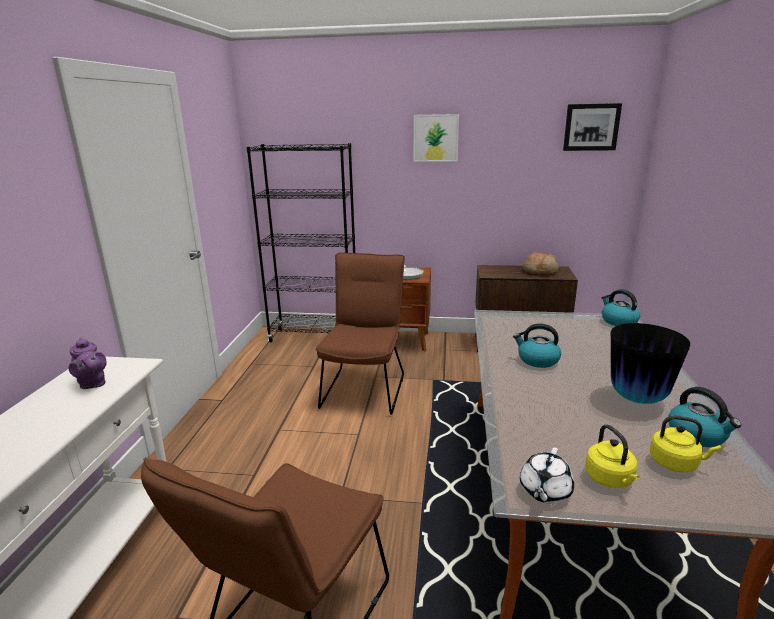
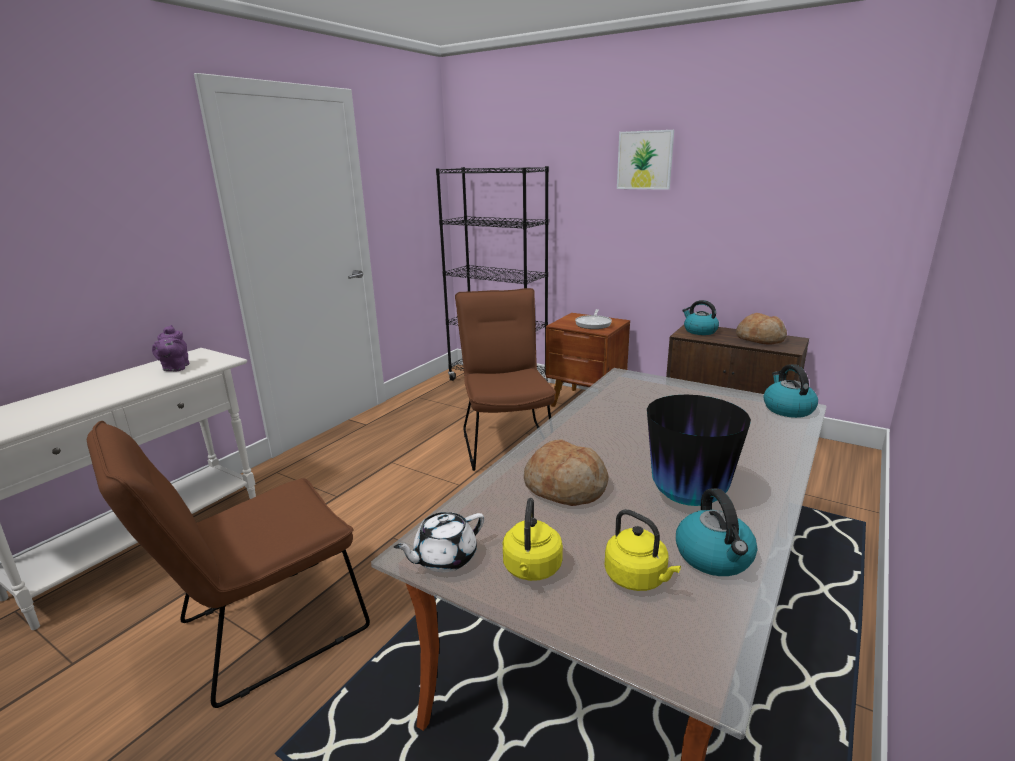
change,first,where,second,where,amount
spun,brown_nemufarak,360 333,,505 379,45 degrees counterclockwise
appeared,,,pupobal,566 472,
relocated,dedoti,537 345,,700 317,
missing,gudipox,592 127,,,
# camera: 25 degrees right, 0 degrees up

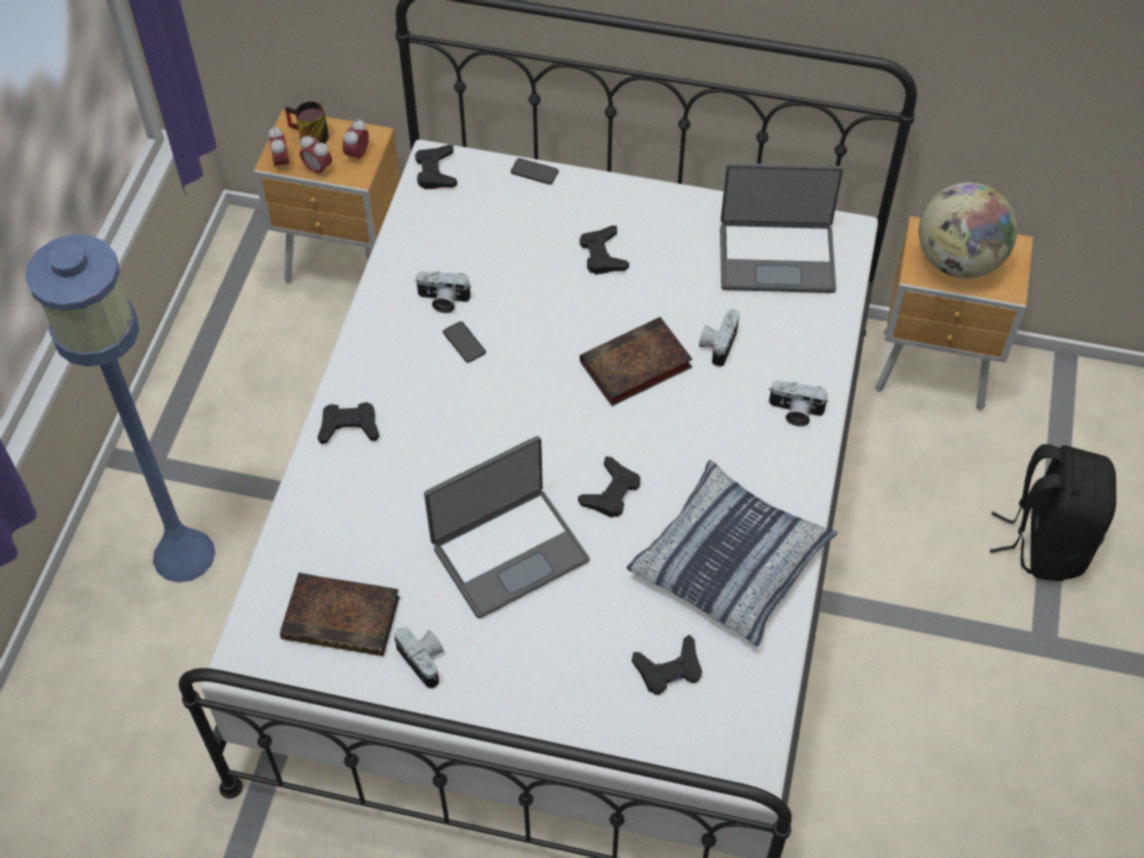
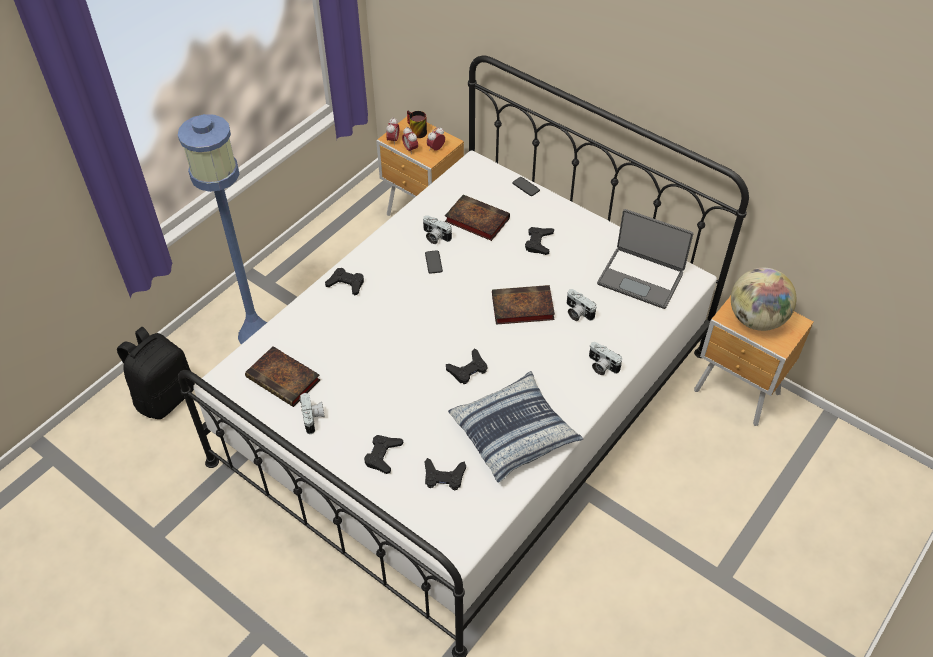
change,first,where,second,where,amount
relocated,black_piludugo,1053 512,,156 373,
relocated,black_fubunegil,436 167,,383 454,
appeared,,,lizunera,477 217,
spun,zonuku,719 338,,581 305,90 degrees counterclockwise
missing,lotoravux,507 527,,,
# camera: 25 degrees right, 5 degrees down

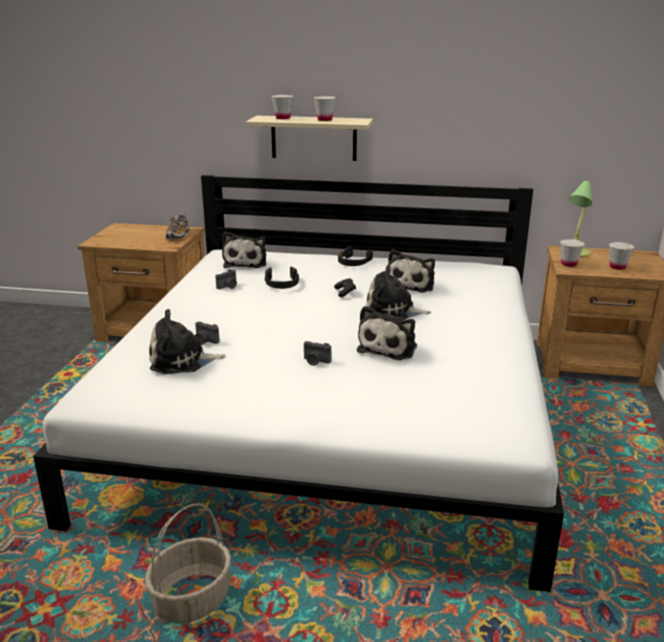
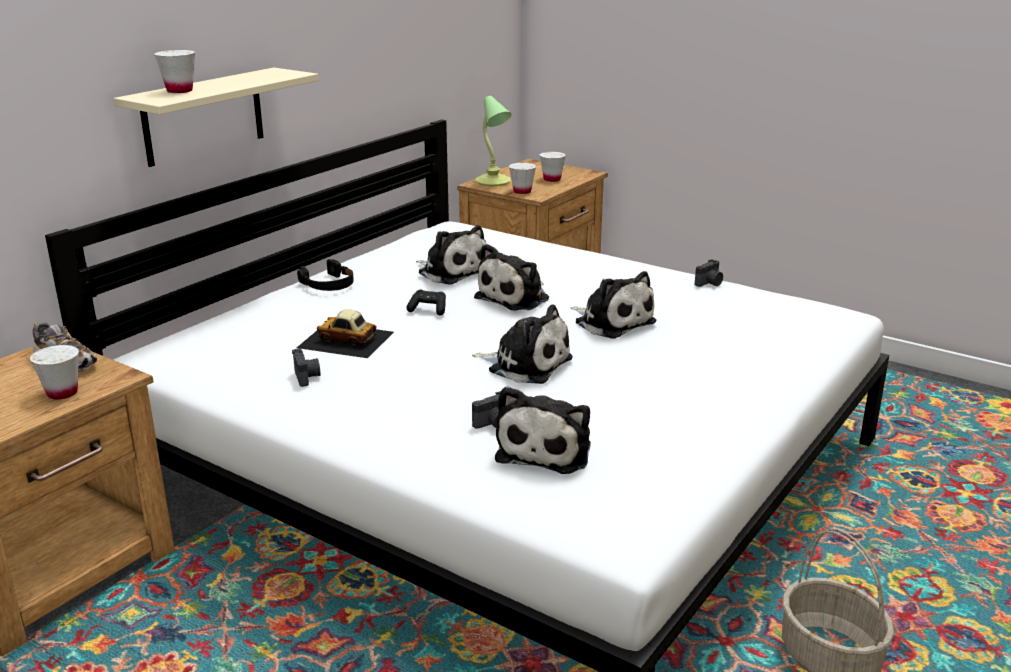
change,first,where,second,where,amount
relocated,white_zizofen,325 108,,54 372,
exchanged,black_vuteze,282 278,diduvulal,345 333,
relocated,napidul,244 250,,522 344,
relocated,zonuku,317 353,,709 273,
# camera: 65 degrees left, 0 degrees up

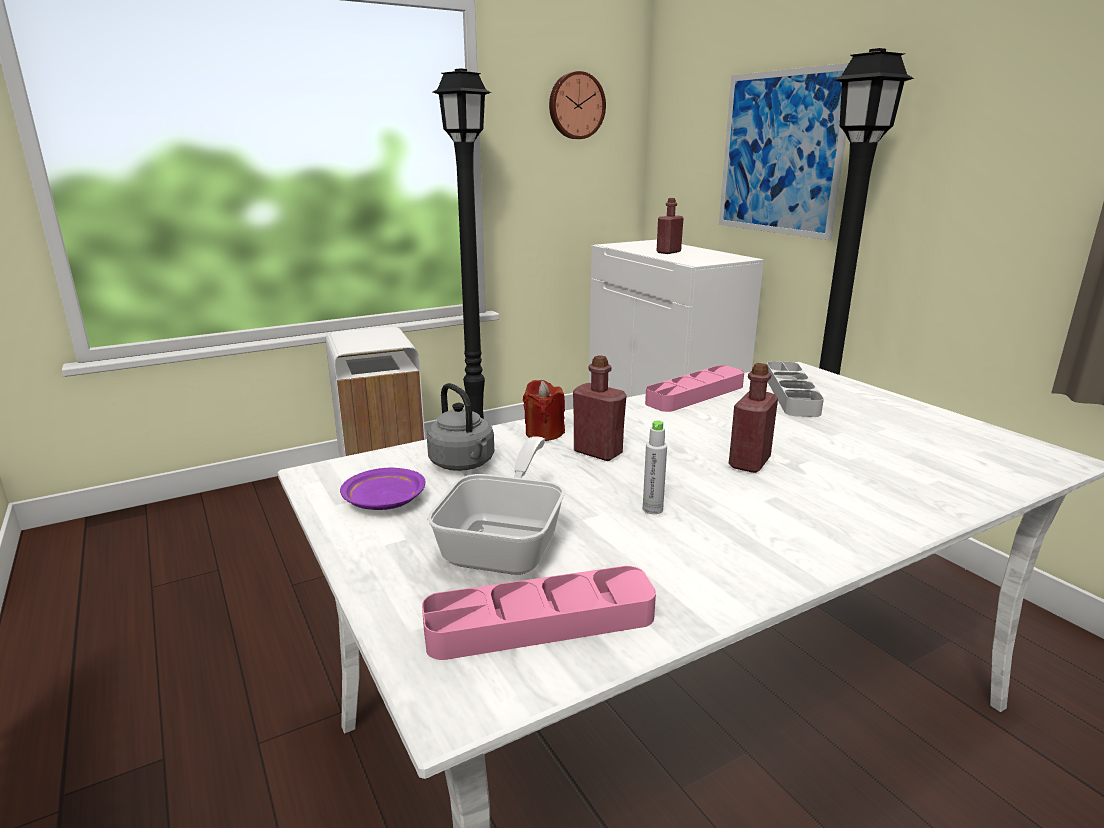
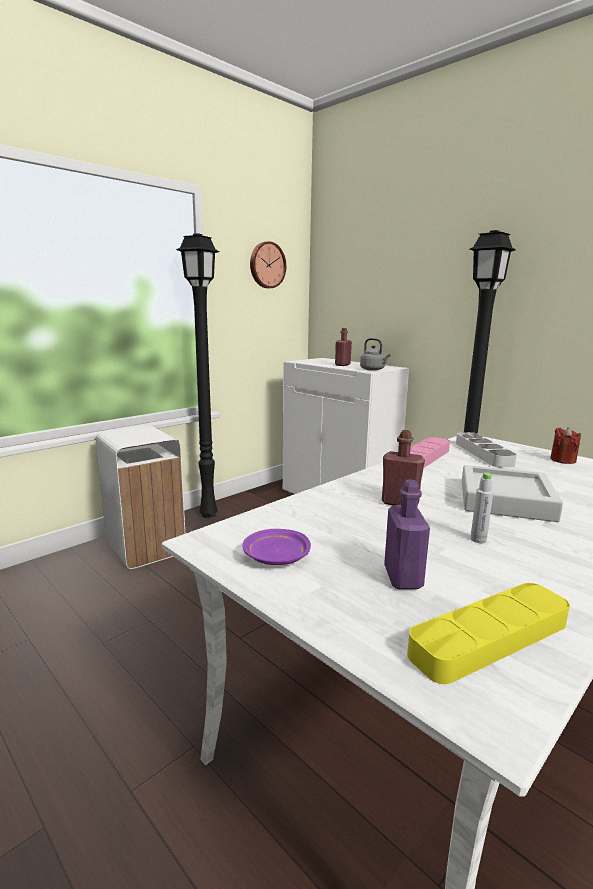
change,first,where,second,where,amount
relocated,grey_dedoti,460 427,,375 354,
exchanged,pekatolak,496 505,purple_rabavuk,407 534,
colour,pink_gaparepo,539 613,yellow_gaparepo,488 633,
exchanged,red_rabavuk,753 418,grey_gaparepo,512 493,
relocated,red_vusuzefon,544 410,,565 445,
missing,gudipox,784 151,,,
# camera: 15 degrees left, 5 degrees down

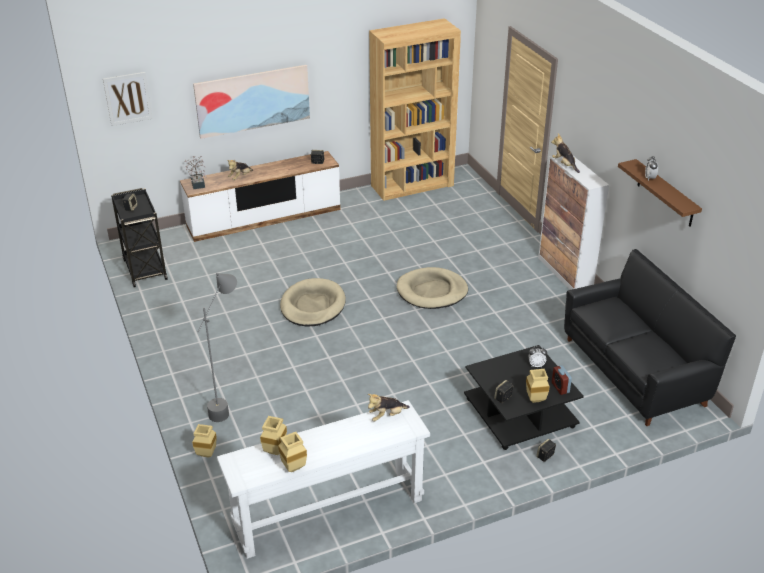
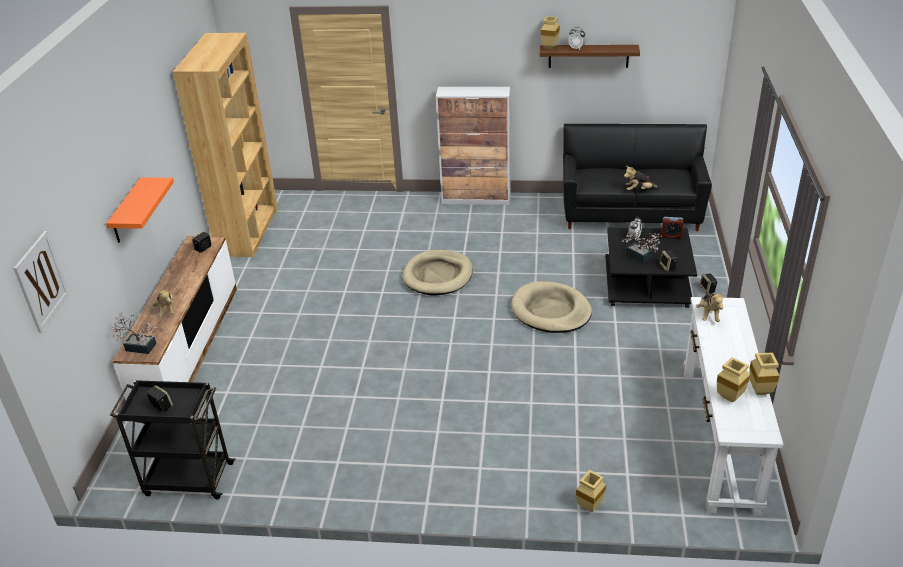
change,first,where,second,where,amount
exchanged,gudipox,251 102,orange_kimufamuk,140 210,
relocated,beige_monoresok,313 302,,551 307,
relocated,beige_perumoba,538 386,,550 33,
appeared,,,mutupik,642 246,
relocated,napidul,565 153,,642 178,
missing,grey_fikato,217 347,,,
# camera: 60 degrees left, 0 degrees up

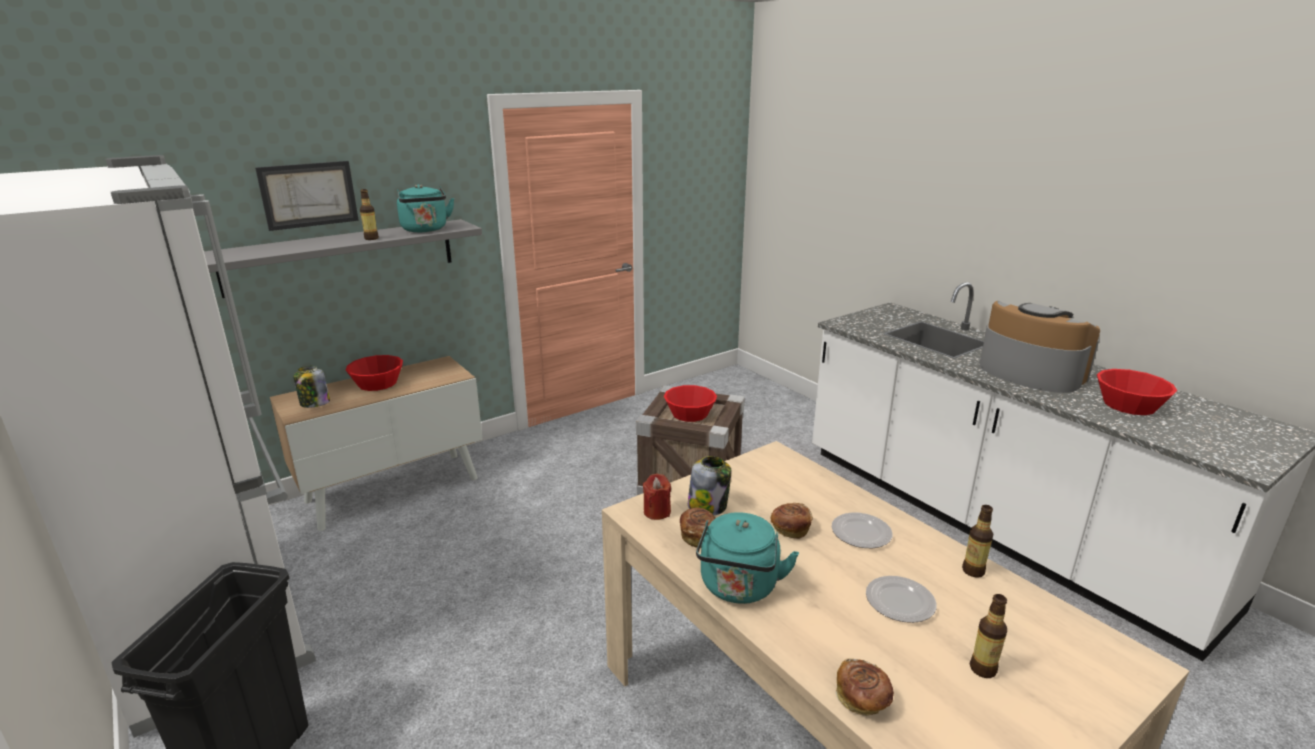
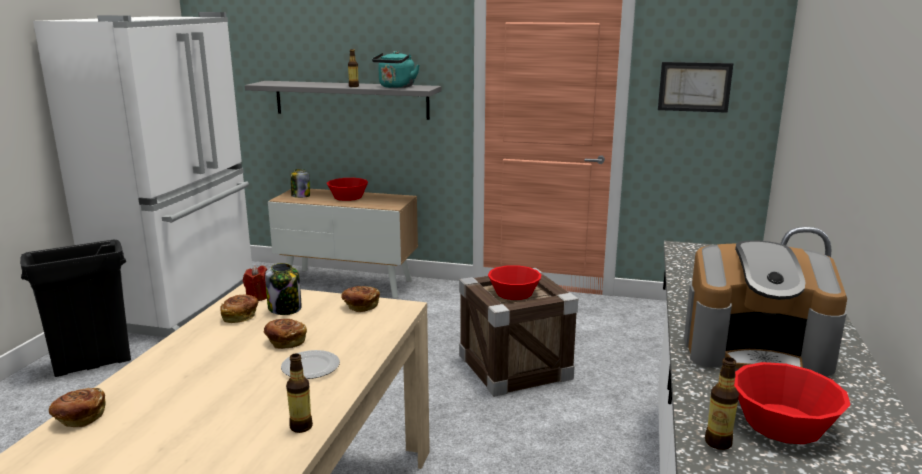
change,first,where,second,where,amount
appeared,,,pupobal,360 299,
relocated,gudipox,307 196,,695 87,
spun,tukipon,1039 347,,765 308,90 degrees clockwise
relocated,rabavuk,988 636,,722 403,
missing,turquoise_dedoti,747 558,,,
missing,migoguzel,901 599,,,
# camera: 50 degrees right, 5 degrees down

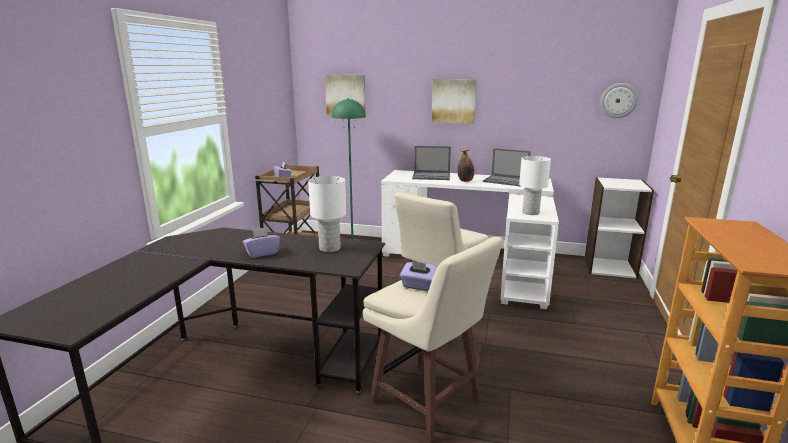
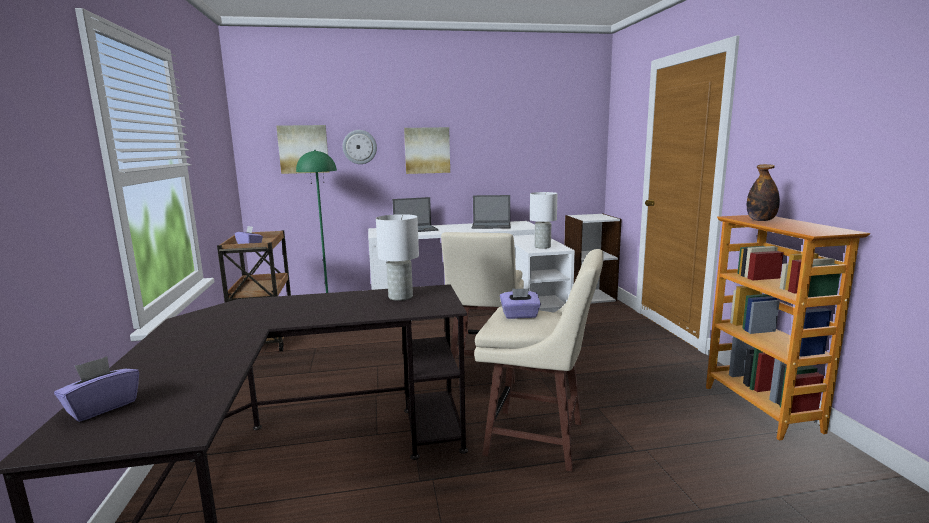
change,first,where,second,where,amount
relocated,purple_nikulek,261 242,,96 389,
relocated,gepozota,619 100,,360 147,
relocated,rabavuk,466 165,,763 192,
# camera: 25 degrees left, 5 degrees down

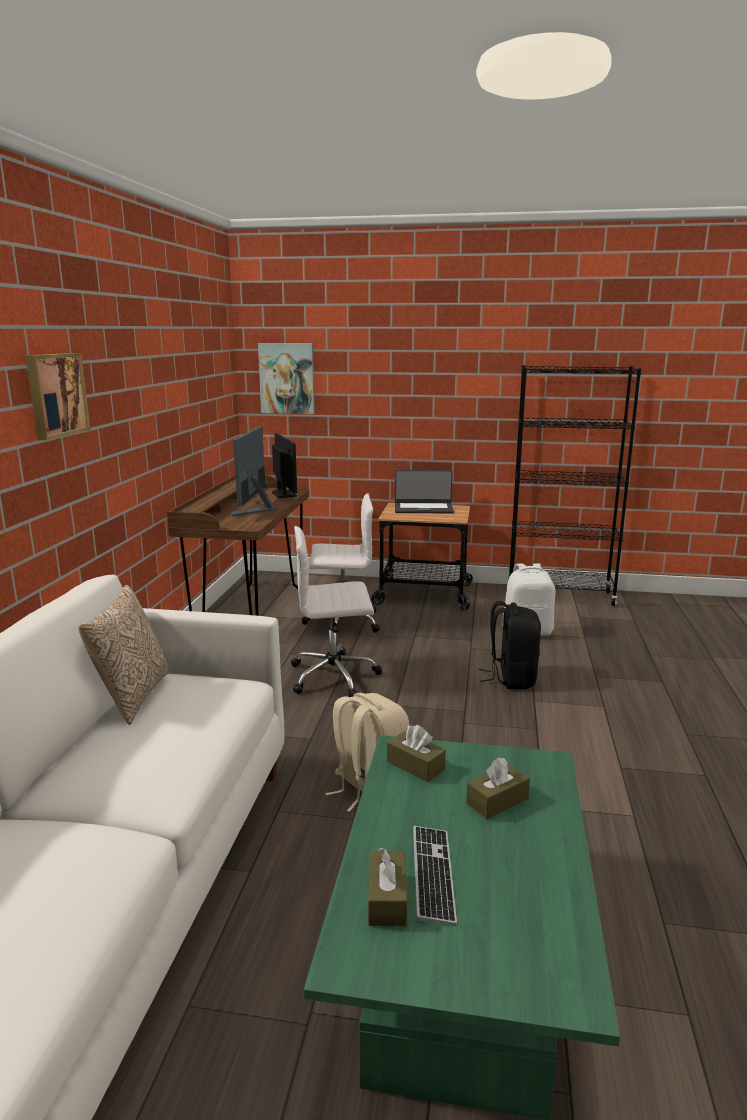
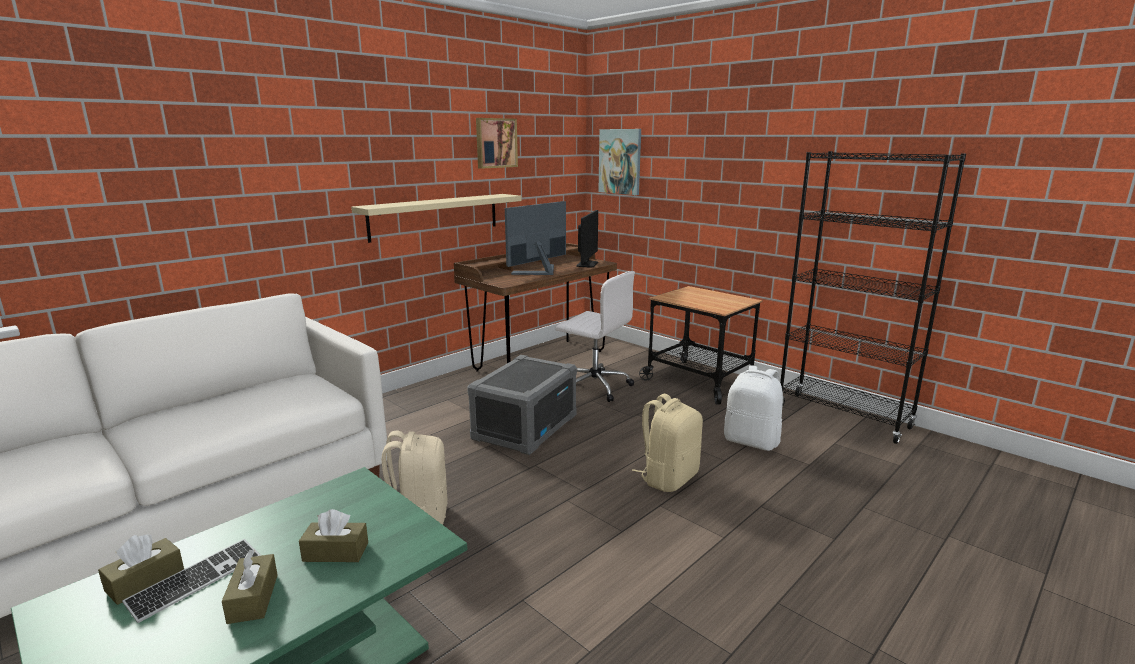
change,first,where,second,where,amount
relocated,brown_nikulek,416 753,,249 587,
appeared,,,beige_kimufamuk,436 218,
exchanged,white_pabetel,336 611,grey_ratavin,522 405,
relocated,gudipox,58 396,,497 143,
colour,black_piludugo,510 645,beige_piludugo,667 443,
missing,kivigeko,123 655,,,
missing,lotoravux,424 492,,,
# camera: 35 degrees right, 0 degrees up

